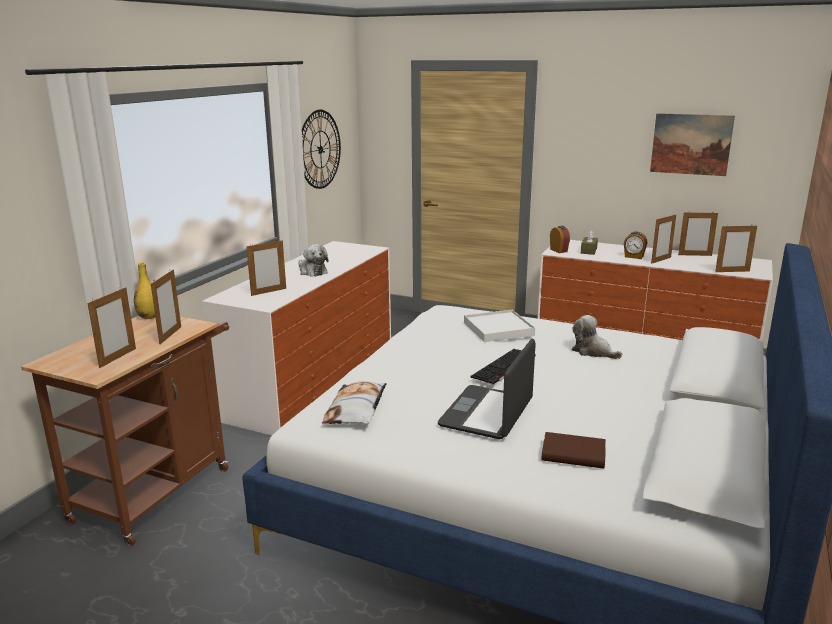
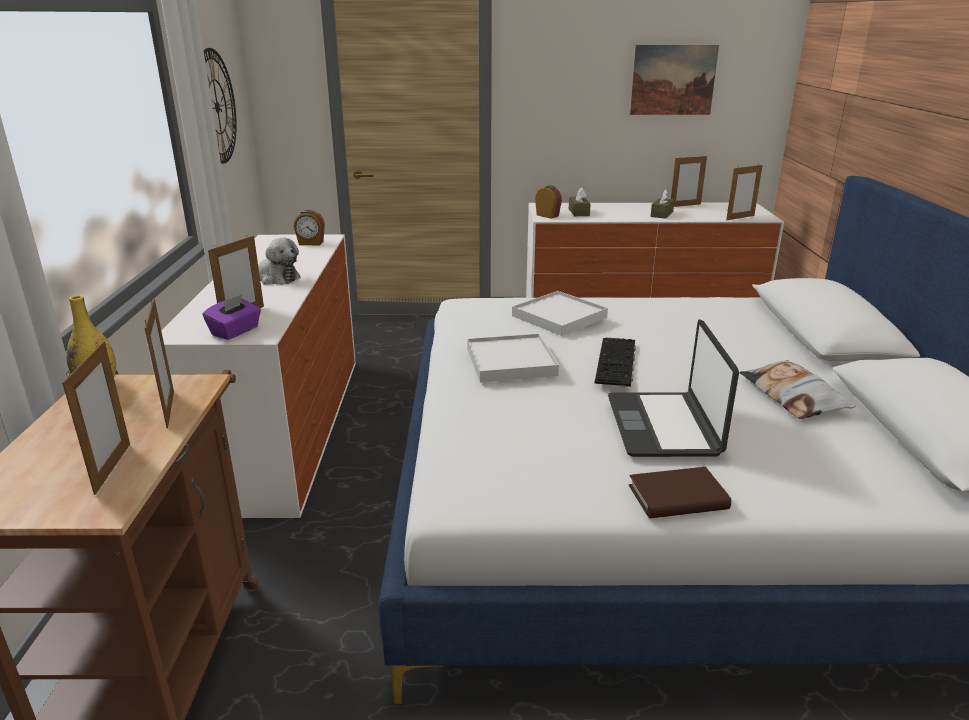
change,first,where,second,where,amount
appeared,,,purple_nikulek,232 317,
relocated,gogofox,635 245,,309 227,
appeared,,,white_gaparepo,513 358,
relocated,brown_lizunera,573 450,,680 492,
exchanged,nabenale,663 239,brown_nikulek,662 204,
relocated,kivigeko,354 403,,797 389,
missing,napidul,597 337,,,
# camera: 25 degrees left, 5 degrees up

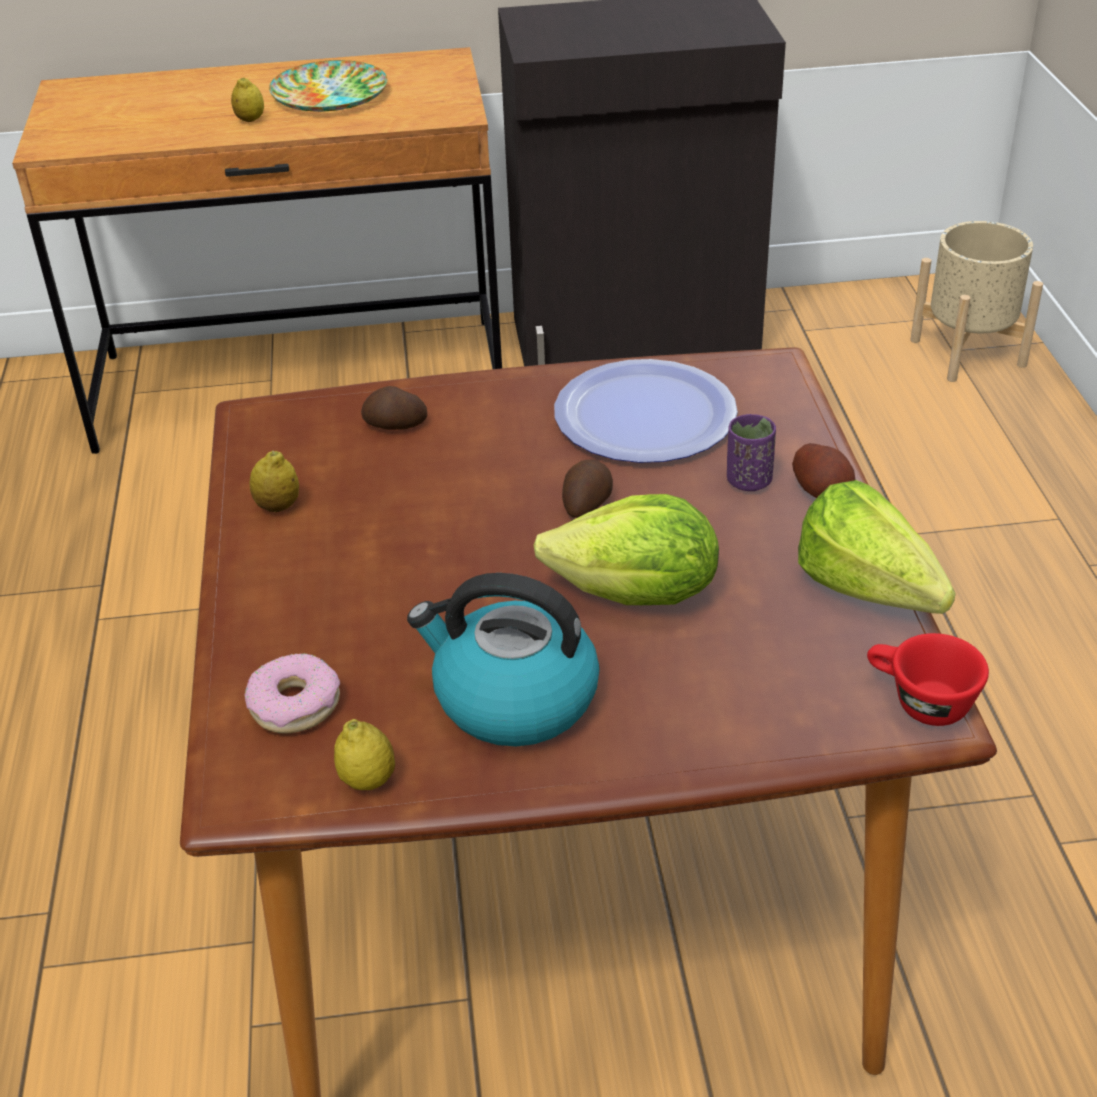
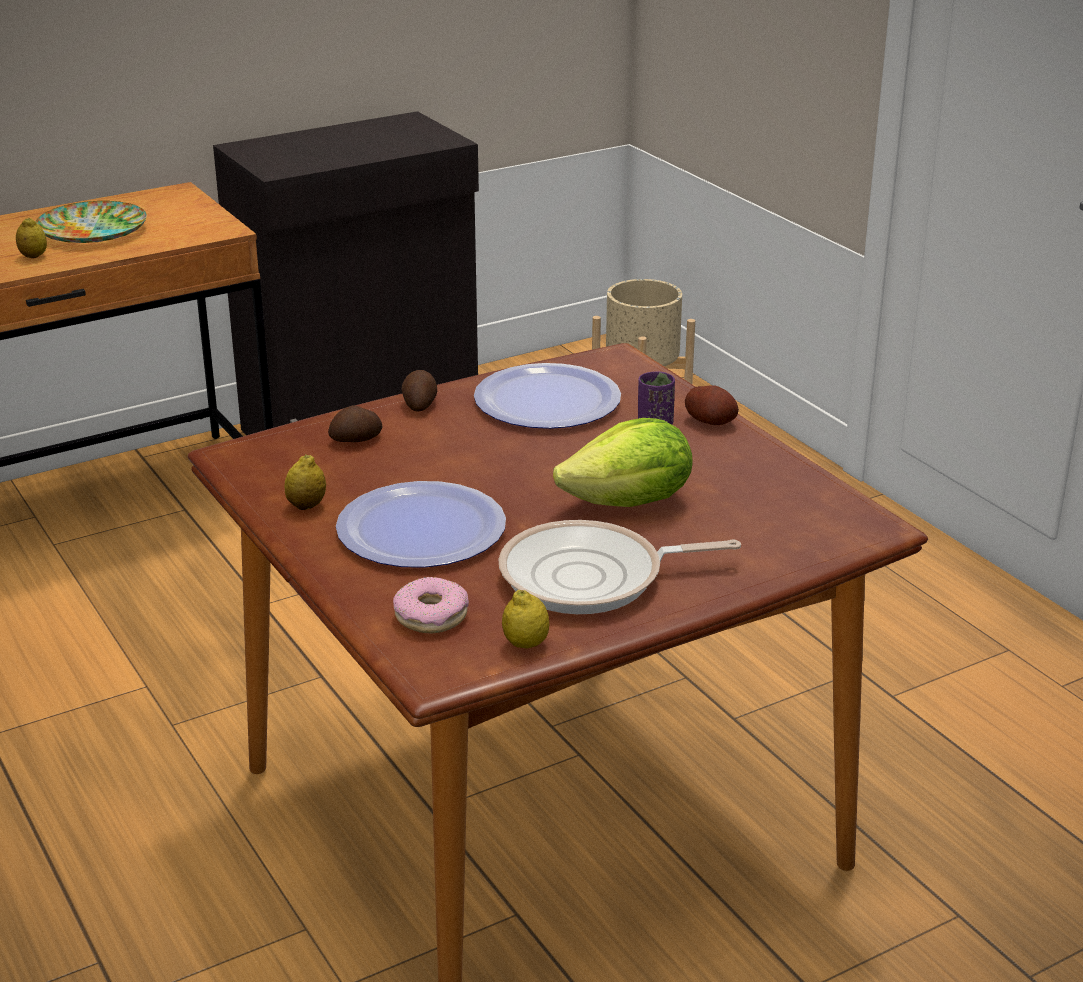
change,first,where,second,where,amount
appeared,,,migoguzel,421 524,
relocated,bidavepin,587 488,,419 391,
exchanged,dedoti,503 659,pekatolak,620 567,
missing,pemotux,877 547,,,
missing,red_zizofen,928 679,,,
# camera: 25 degrees left, 10 degrees down

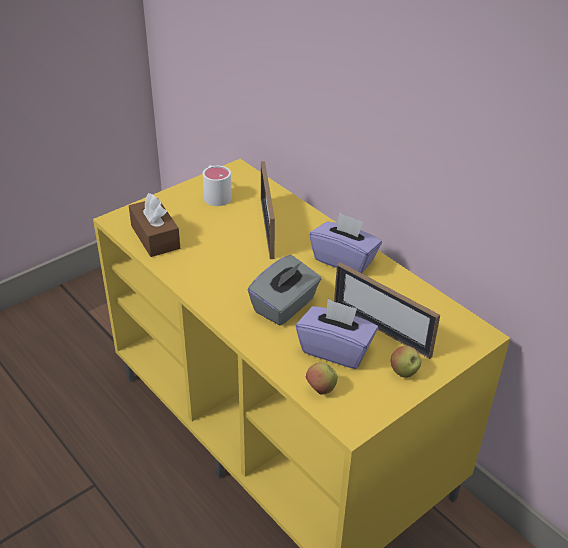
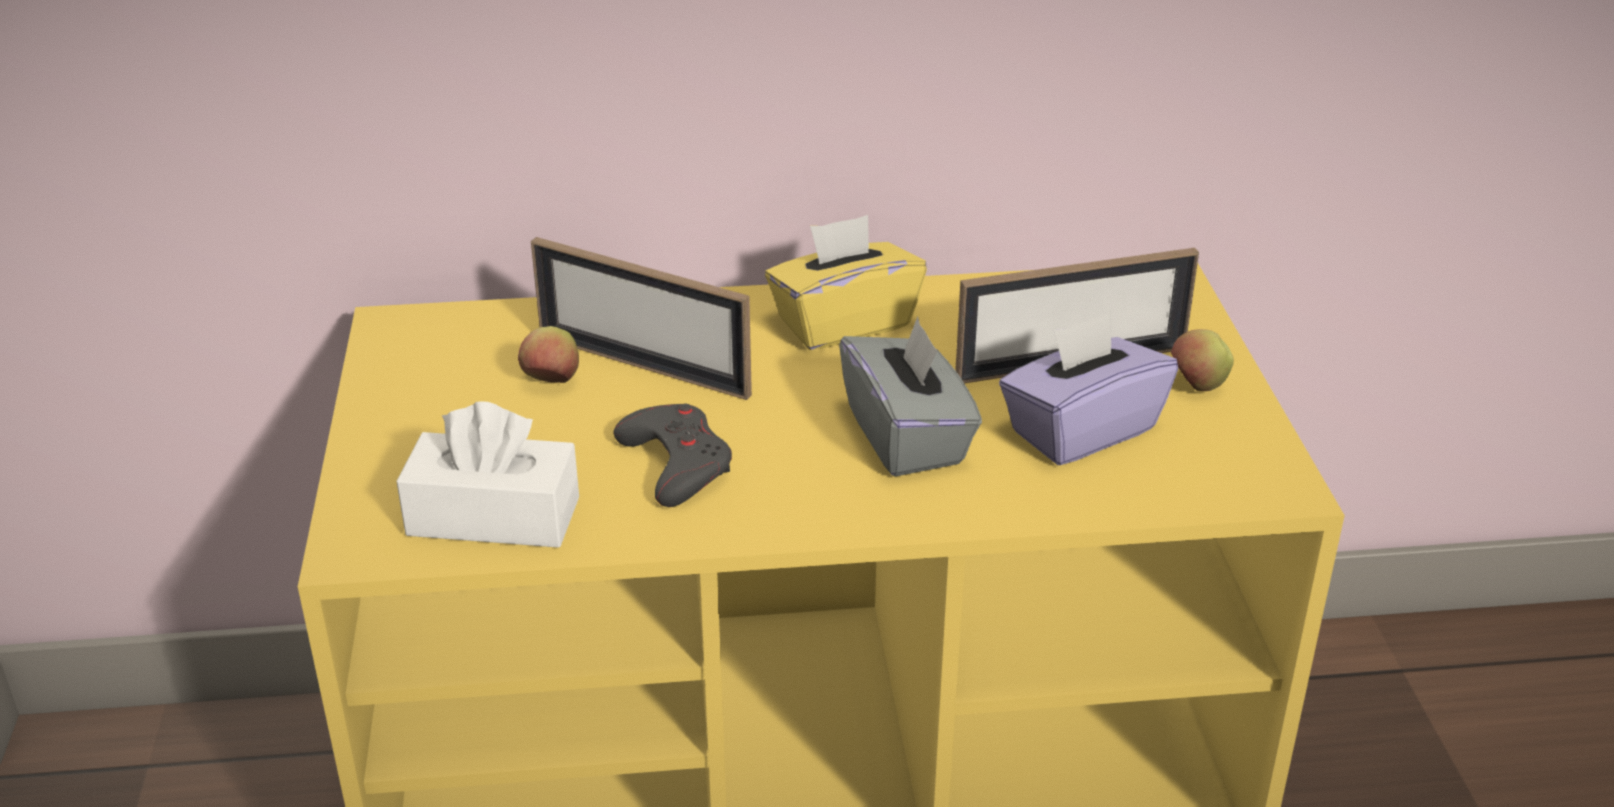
change,first,where,second,where,amount
colour,brown_nikulek,154 225,white_nikulek,487 474,
relocated,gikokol,322 379,,548 354,
appeared,,,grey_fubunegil,673 455,
colour,purple_nikulek,346 242,yellow_nikulek,846 282,
missing,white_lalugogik,217 185,,,
# camera: 55 degrees left, 5 degrees down

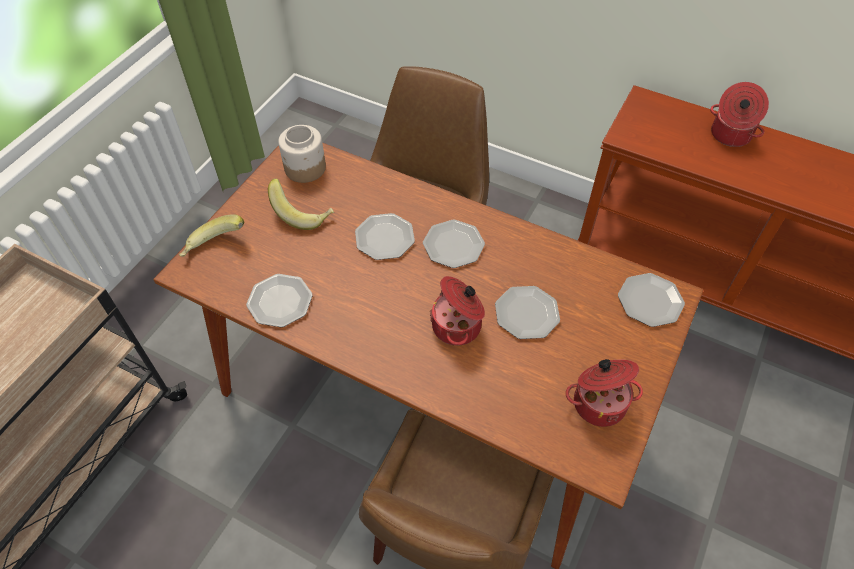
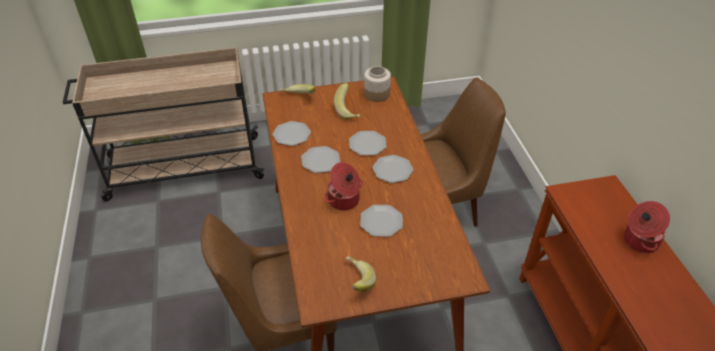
change,first,where,second,where,amount
relocated,migoguzel,651 300,,320 159,
exchanged,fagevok,604 393,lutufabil,361 274,
# camera: 50 degrees right, 10 degrees down

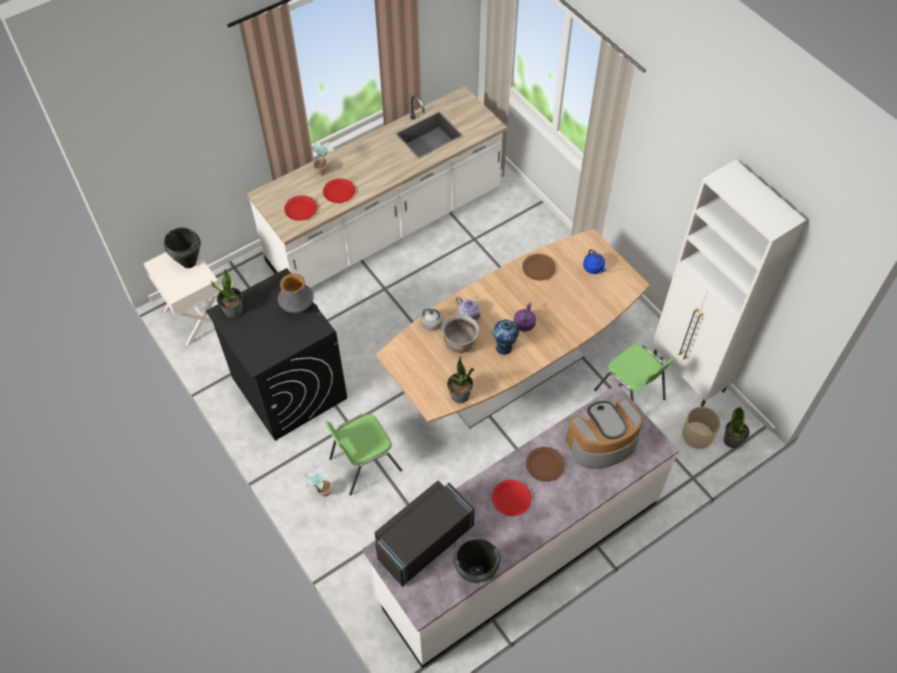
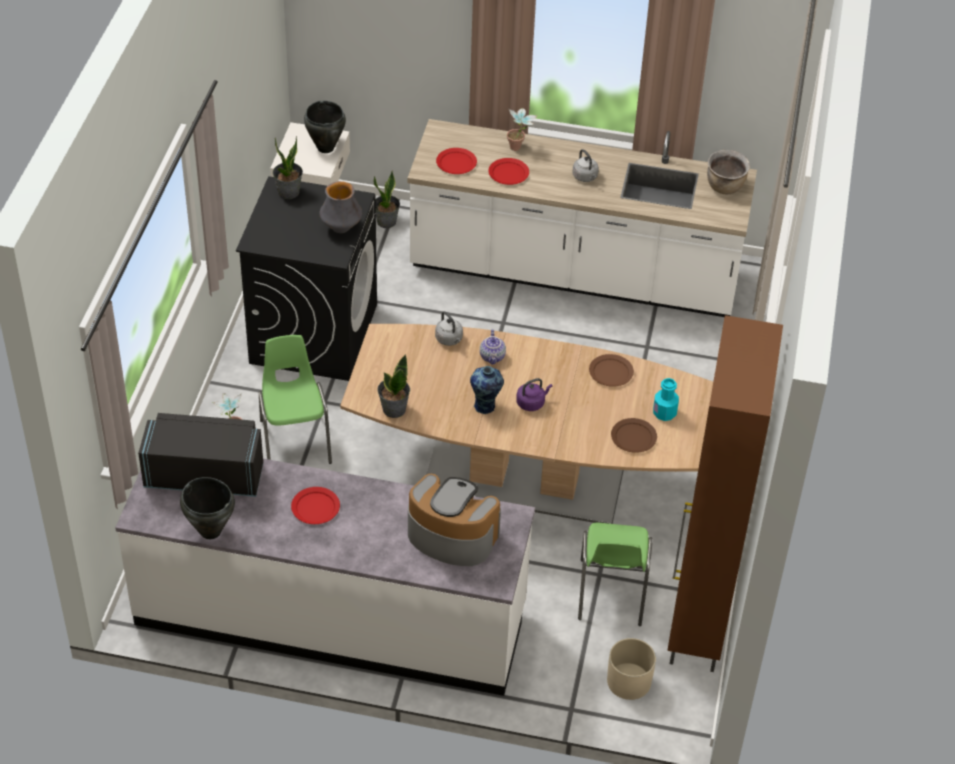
change,first,where,second,where,amount
spun,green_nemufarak,363 454,,295 399,60 degrees clockwise
relocated,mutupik,737 427,,387 199,
appeared,,,grey_dedoti,585 165,
relocated,brown_migoguzel,545 464,,634 435,
exchanged,blue_dedoti,595 261,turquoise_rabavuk,666 399,
colour,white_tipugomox,729 283,brown_tipugomox,725 493,
relocated,brown_fagevok,460 333,,728 172,
# camera: 45 degrees right, 10 degrees down

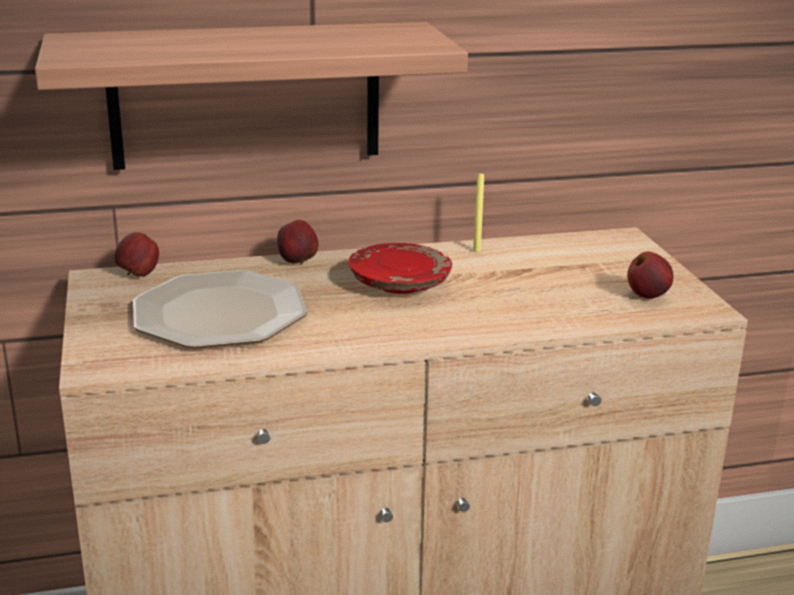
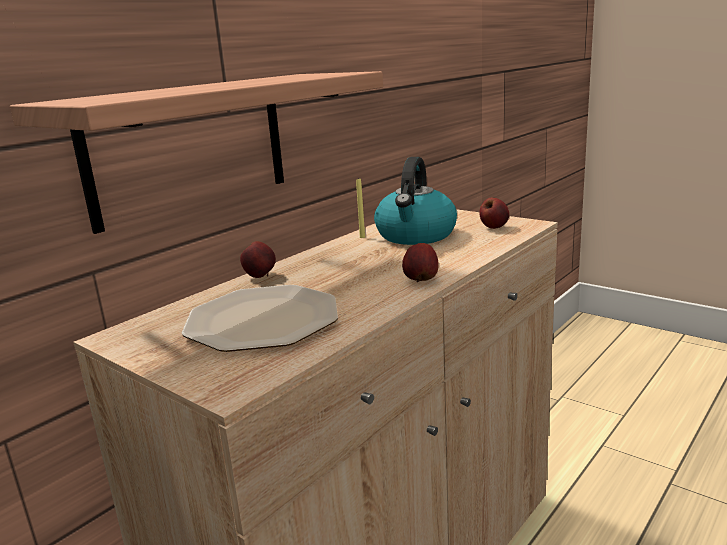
change,first,where,second,where,amount
appeared,,,dedoti,415 201,
relocated,gikokol,136 254,,420 262,
missing,red_migoguzel,400 268,,,
# camera: 35 degrees left, 5 degrees down

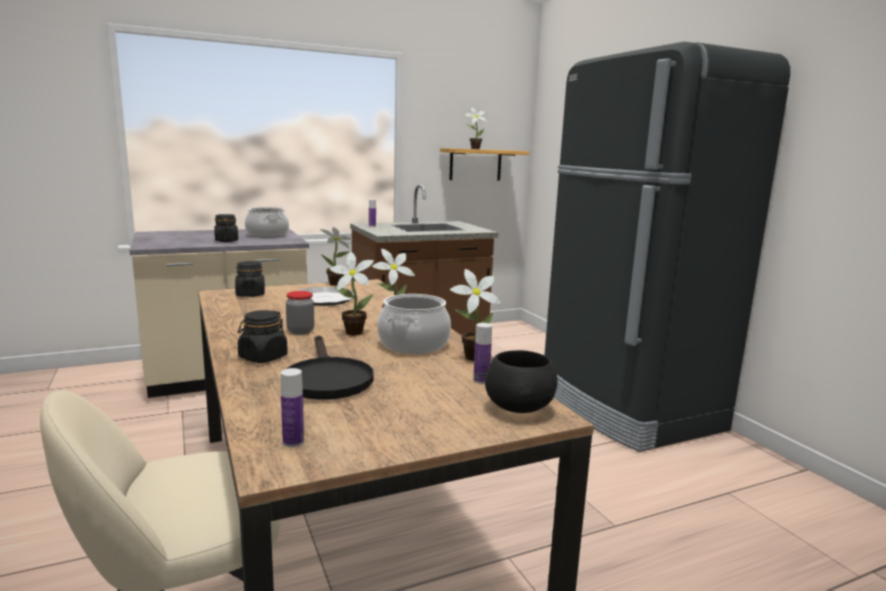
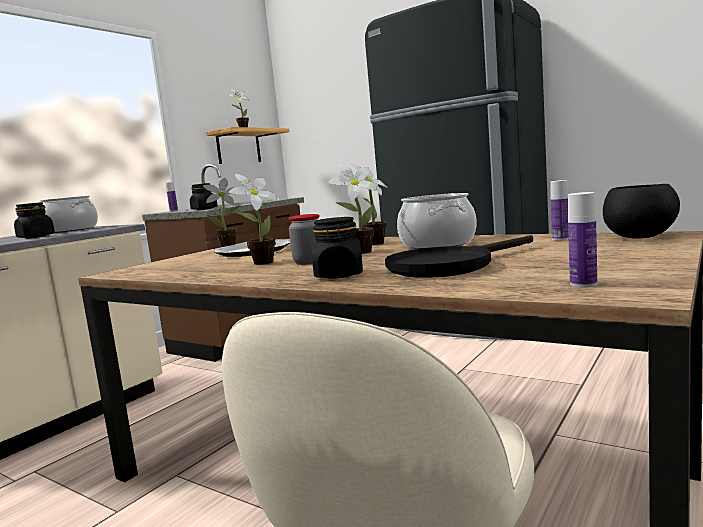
change,first,where,second,where,amount
relocated,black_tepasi,250 279,,204 196,
relocated,mutupik,475 315,,254 219,
spun,black_pekatolak,330 367,,459 256,105 degrees clockwise
# camera: 30 degrees left, 5 degrees down

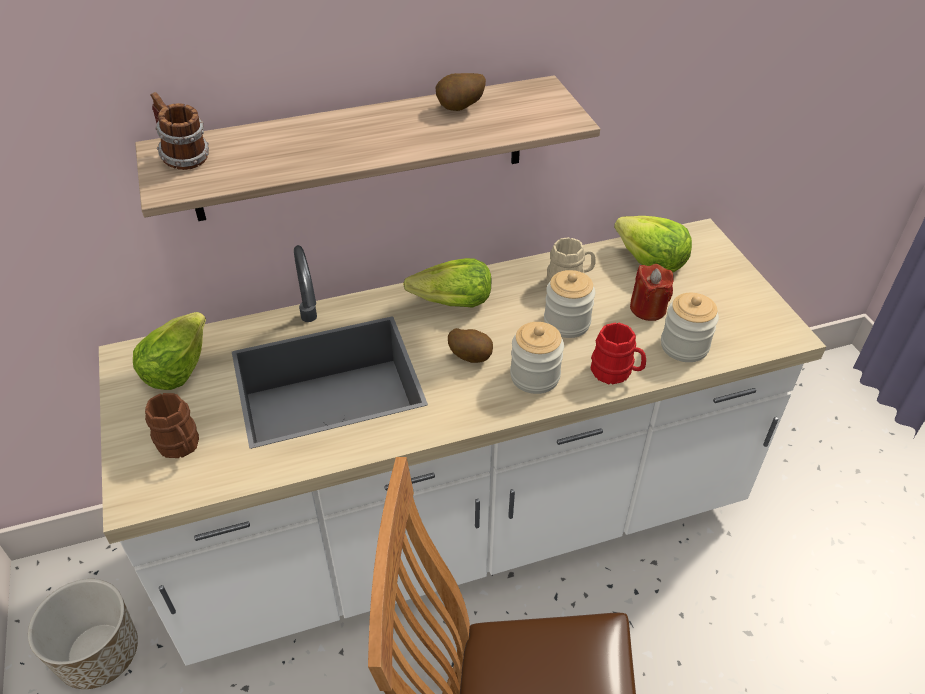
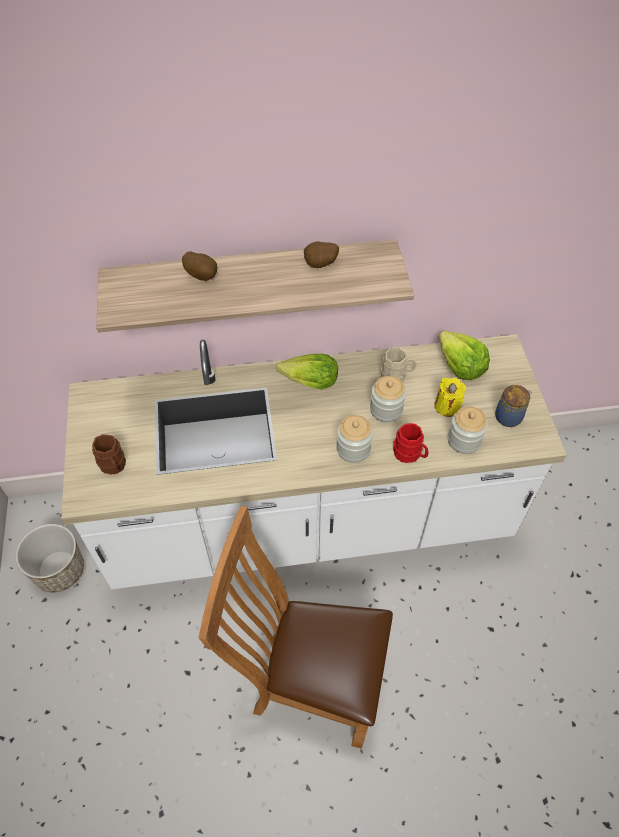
change,first,where,second,where,amount
relocated,bidavepin,470 345,,199 266,
colour,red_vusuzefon,652 292,yellow_vusuzefon,449 397,
appeared,,,tepasi,513 406,
missing,pemotux,169 351,,,
missing,lalugogik,179 131,,,
# camera: 10 degrees right, 10 degrees up

